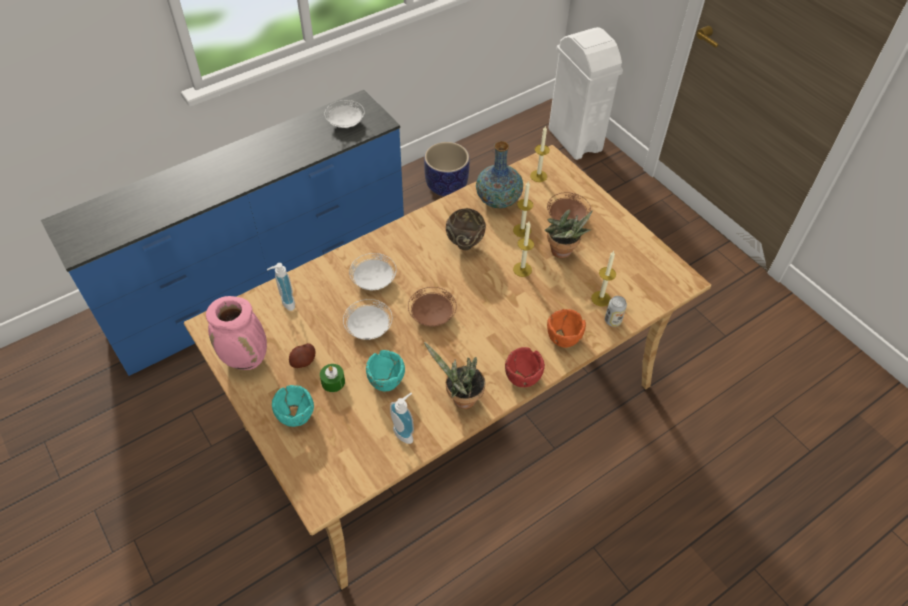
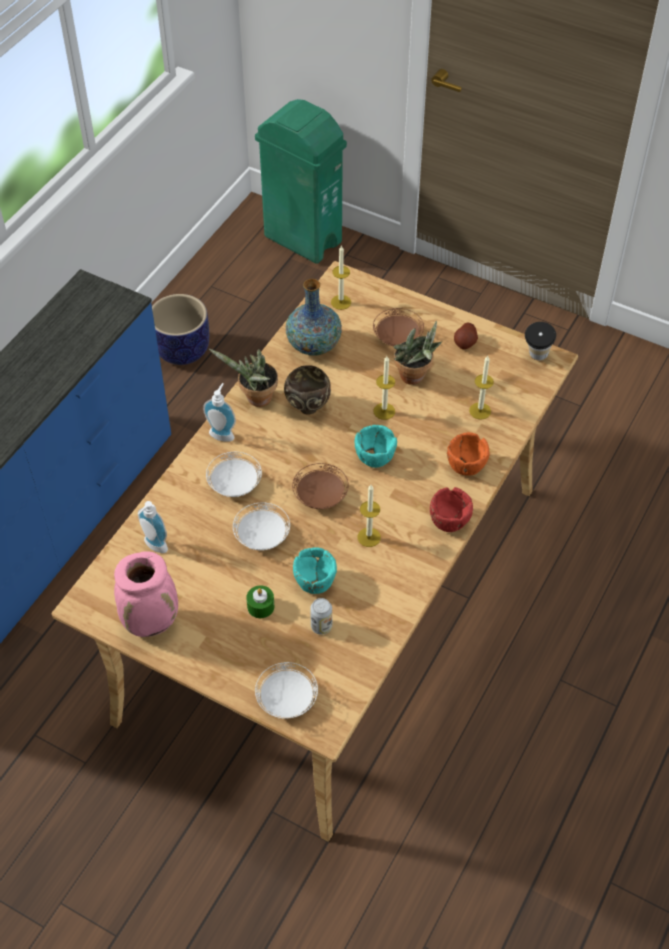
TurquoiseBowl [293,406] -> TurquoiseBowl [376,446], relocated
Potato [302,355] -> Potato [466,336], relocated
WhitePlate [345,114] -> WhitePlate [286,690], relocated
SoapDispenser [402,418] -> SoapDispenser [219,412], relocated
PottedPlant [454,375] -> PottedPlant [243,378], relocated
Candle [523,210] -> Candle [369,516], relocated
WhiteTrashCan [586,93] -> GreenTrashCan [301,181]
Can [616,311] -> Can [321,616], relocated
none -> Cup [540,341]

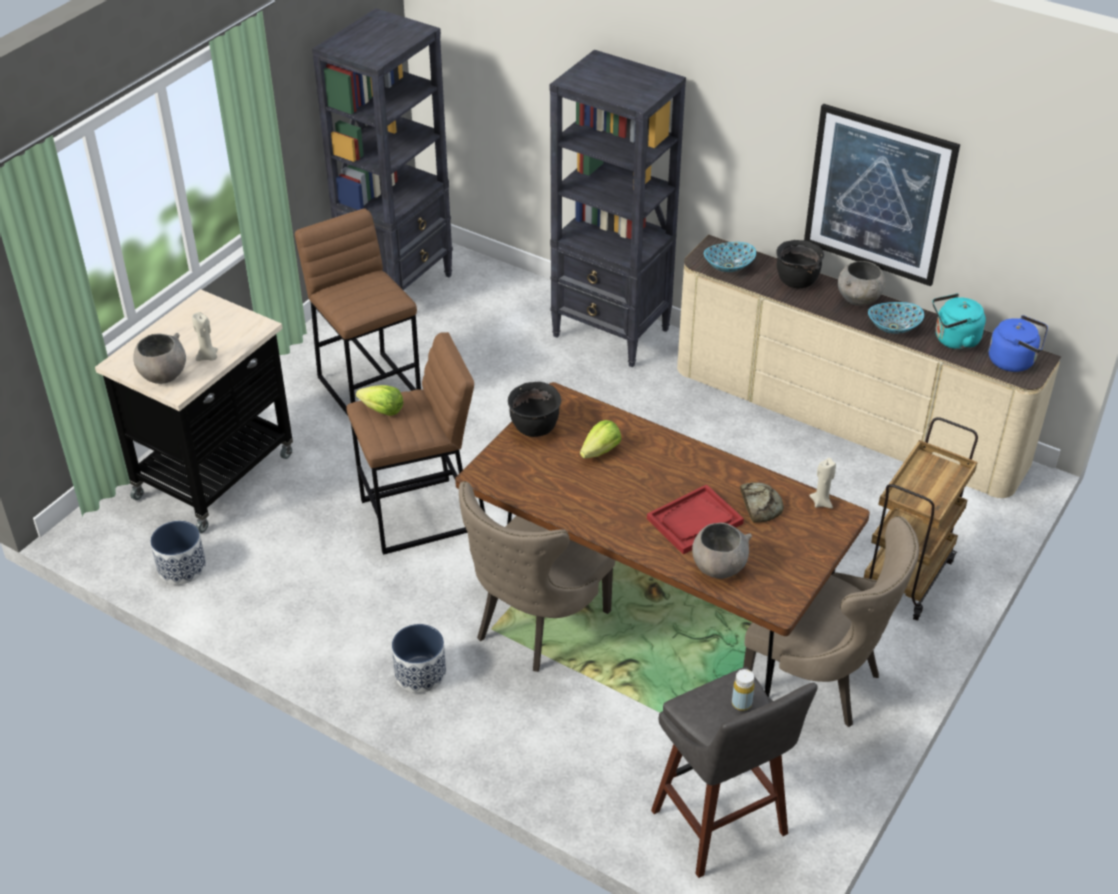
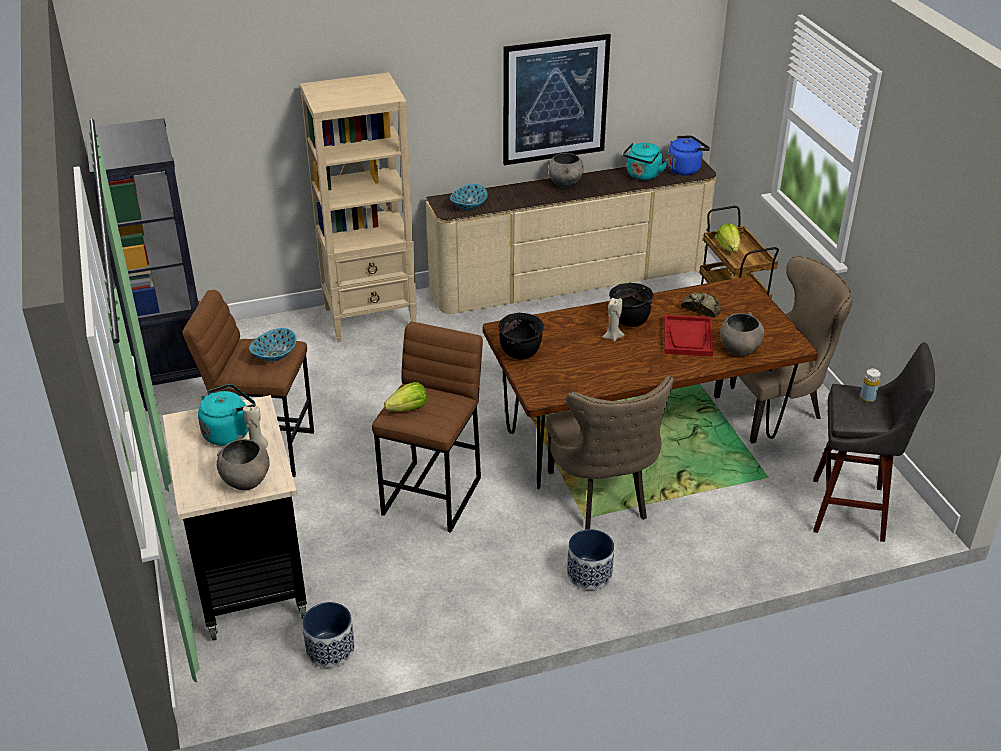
BlackBookcase [618,209] -> BeigeBookcase [358,207]
Lettuce [600,439] -> Lettuce [728,237], relocated
BlackCookingPot [800,264] -> BlackCookingPot [631,305], relocated
BeigeCandle [822,483] -> BeigeCandle [613,320], relocated
Bowl [896,318] -> Bowl [272,344], relocated
none -> TurquoiseKettle [227,415]

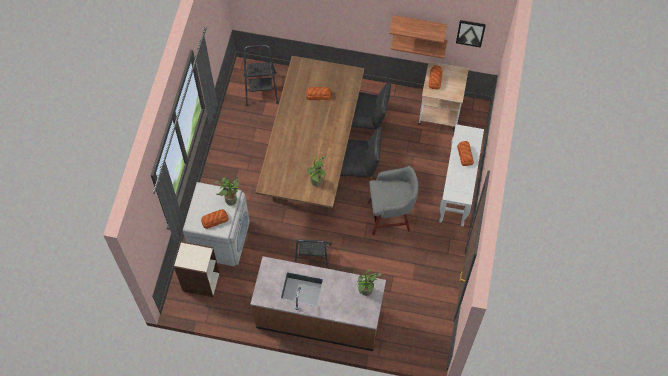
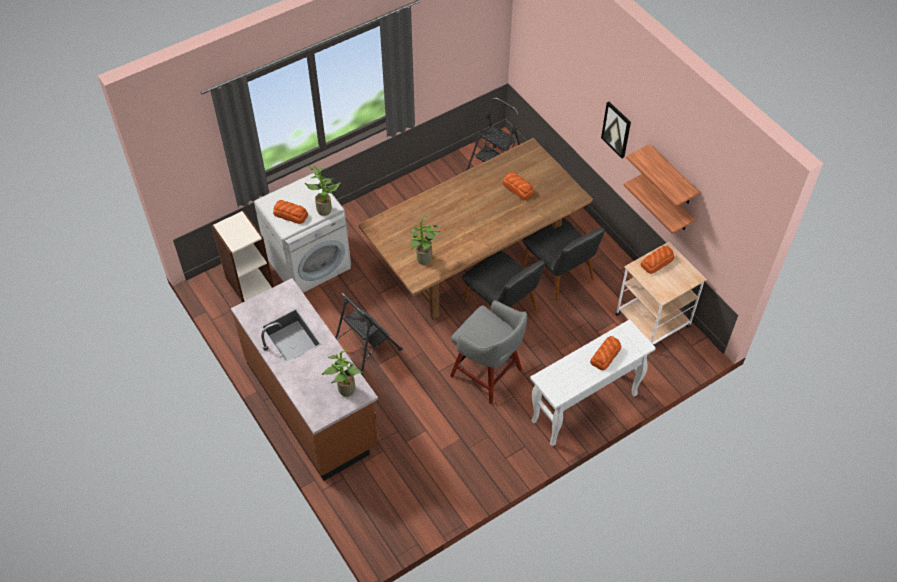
Picture [471,34] -> Picture [616,130], relocated

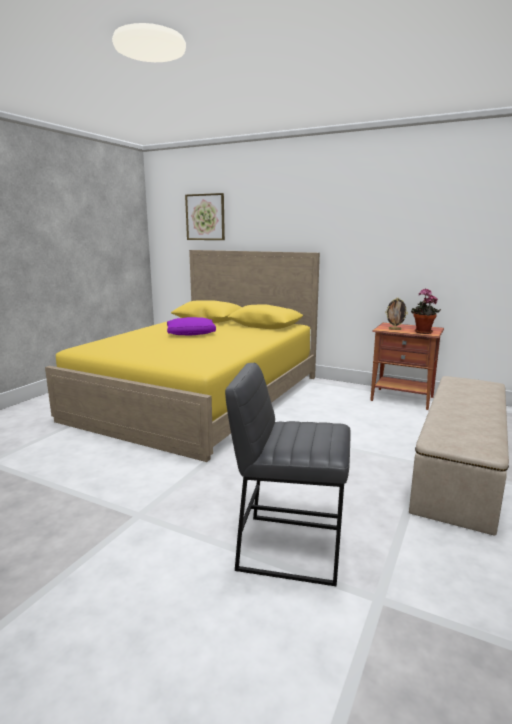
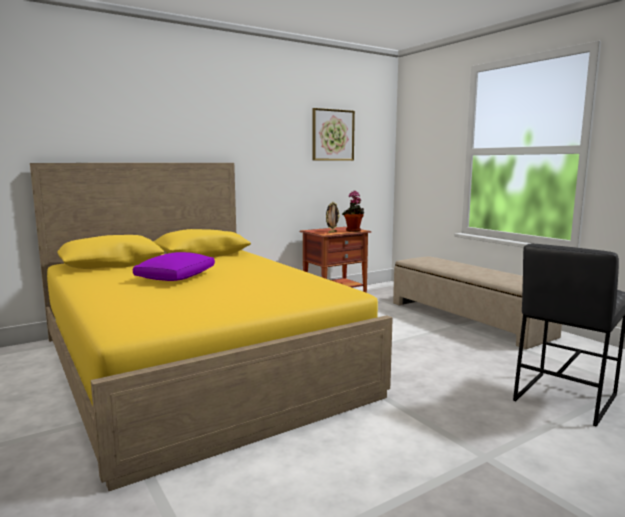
Picture [205,216] -> Picture [333,134], relocated

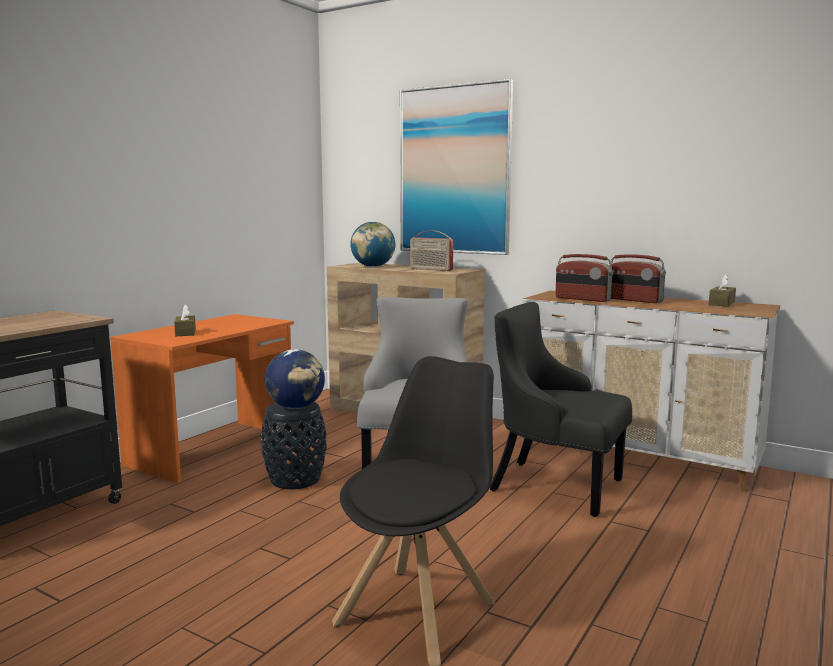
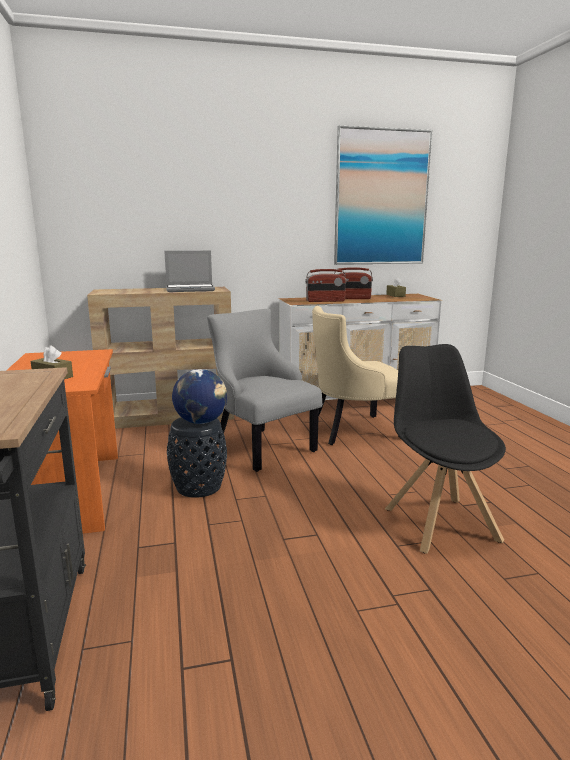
Globe [372,244] -> none
Picture [456,167] -> Picture [383,195], relocated
Radio [431,250] -> Laptop [189,271]
BlackChair [561,409] -> BeigeChair [356,375]

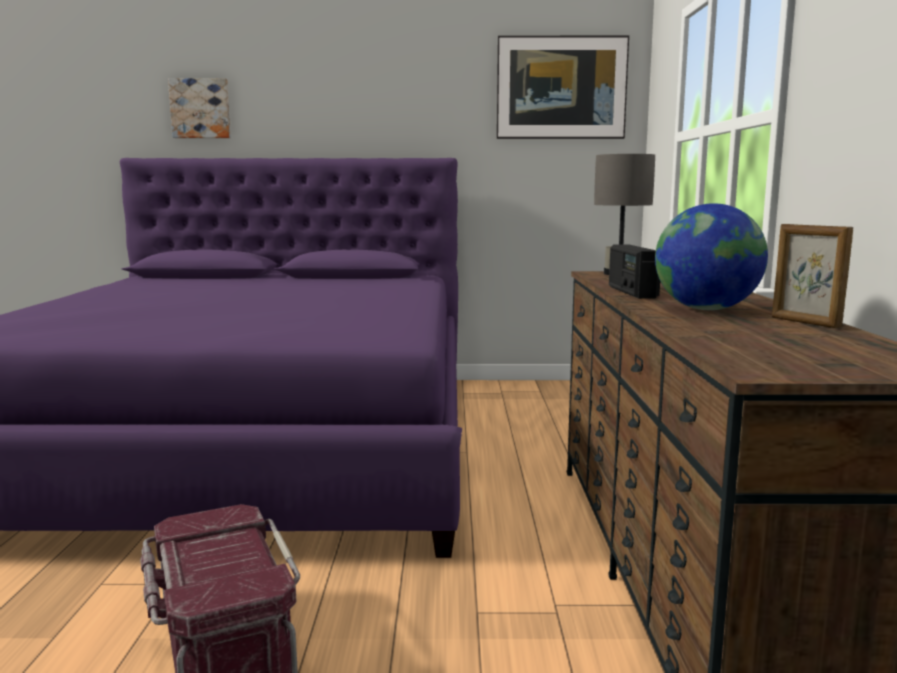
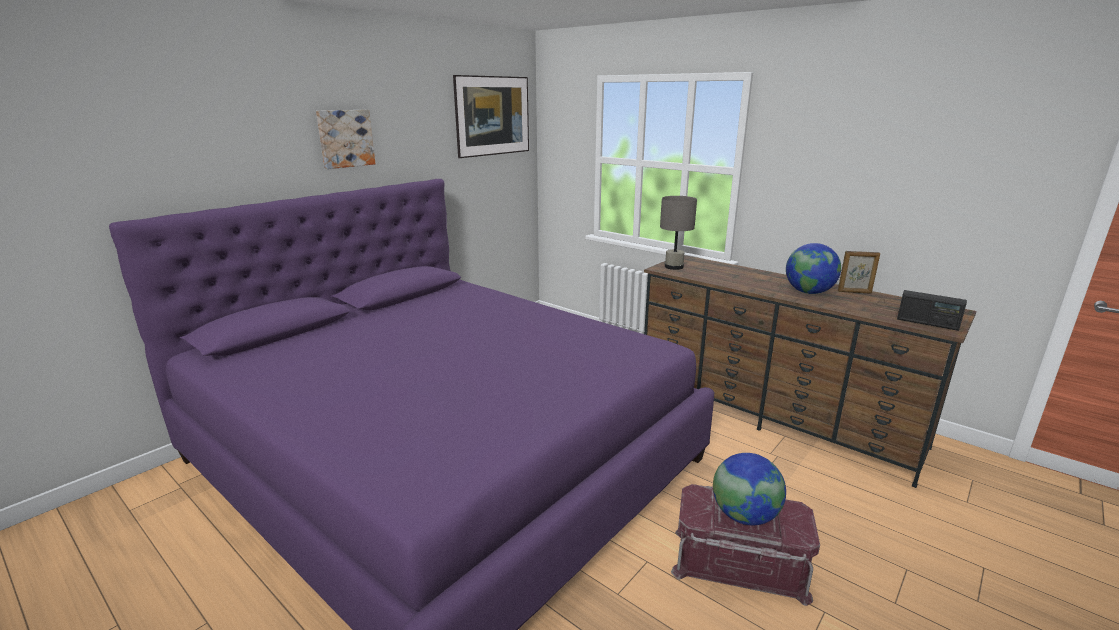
Picture [199,108] -> Picture [345,139], relocated
Radio [634,271] -> Radio [932,310], relocated
none -> Globe [749,489]

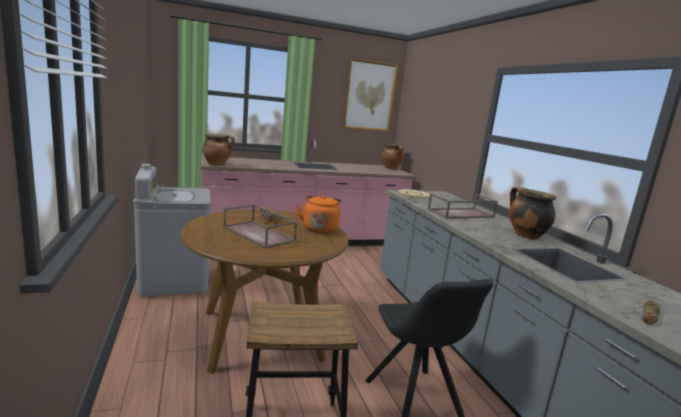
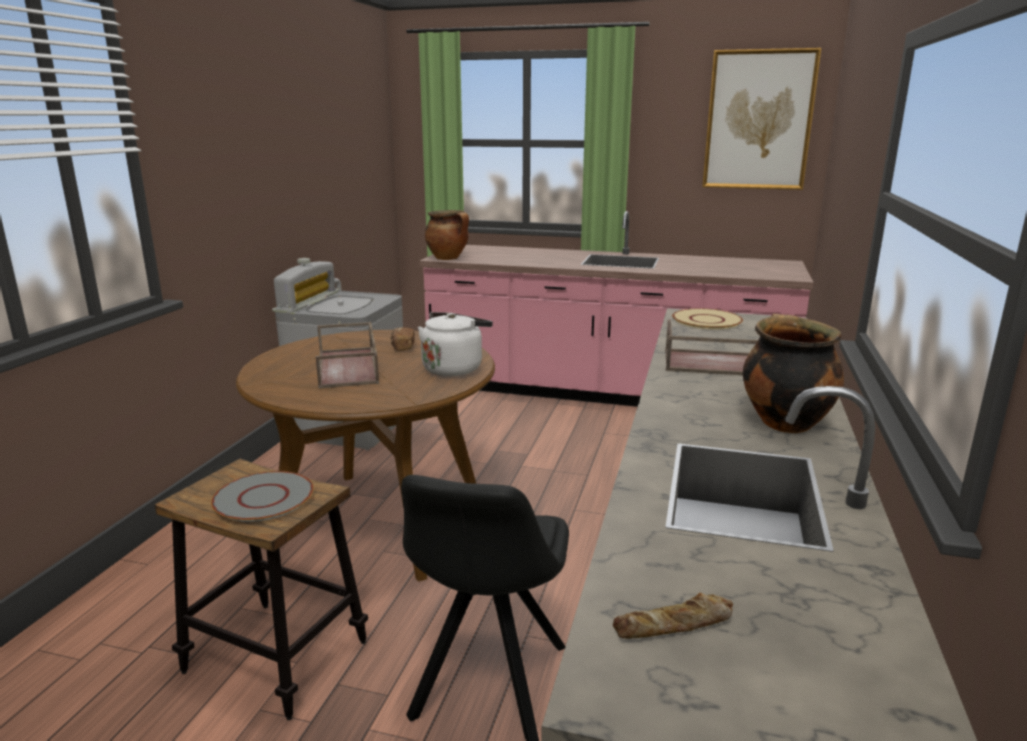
OrangeKettle [318,214] -> WhiteKettle [455,344]
CookingPot [393,156] -> none
none -> GreyPlate [262,496]

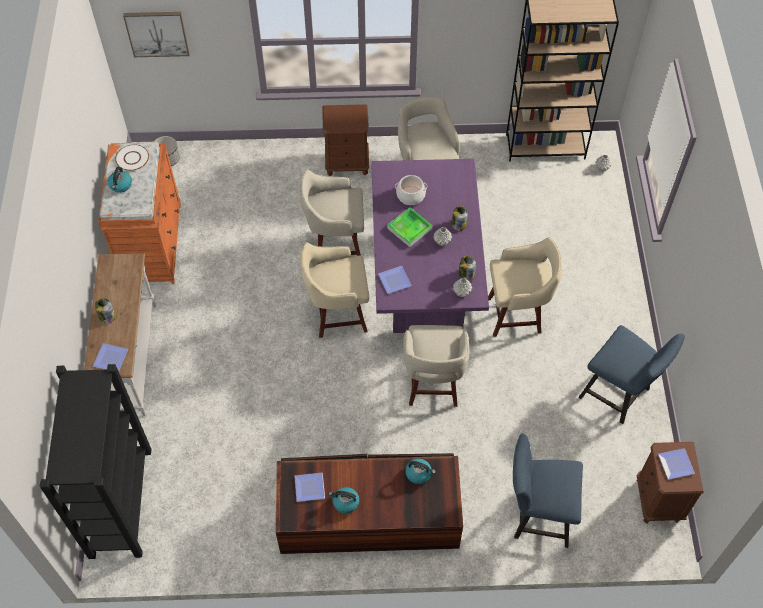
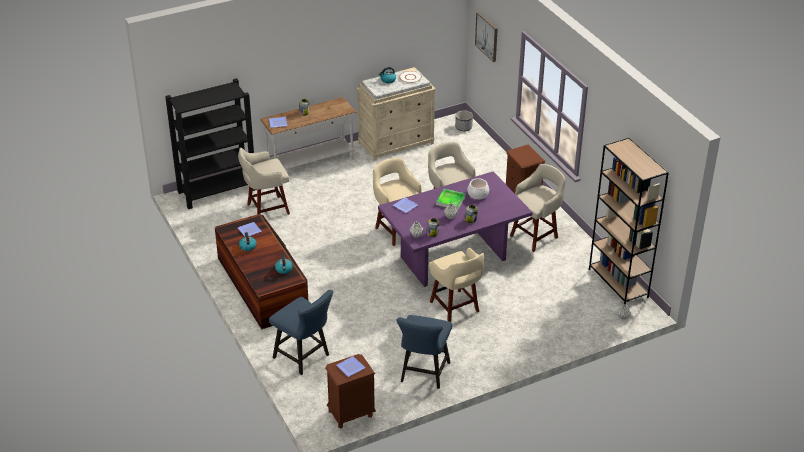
OrangeDresser [139,213] -> BeigeDresser [396,114]
BeigeStool [436,366] -> BeigeStool [264,181], relocated
BlueChair [548,490] -> BlueChair [301,332], 150 degrees clockwise

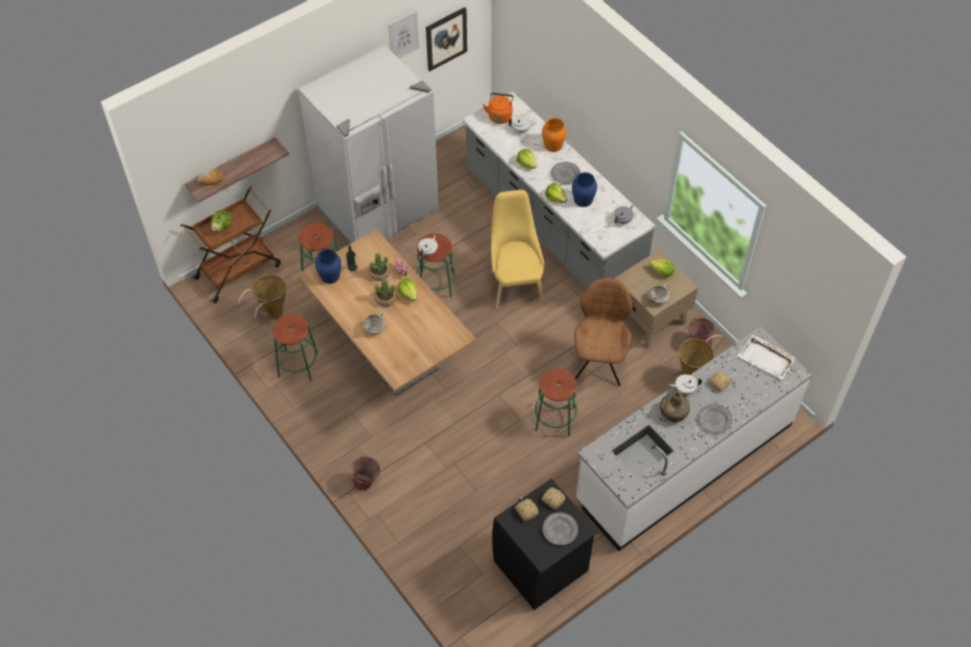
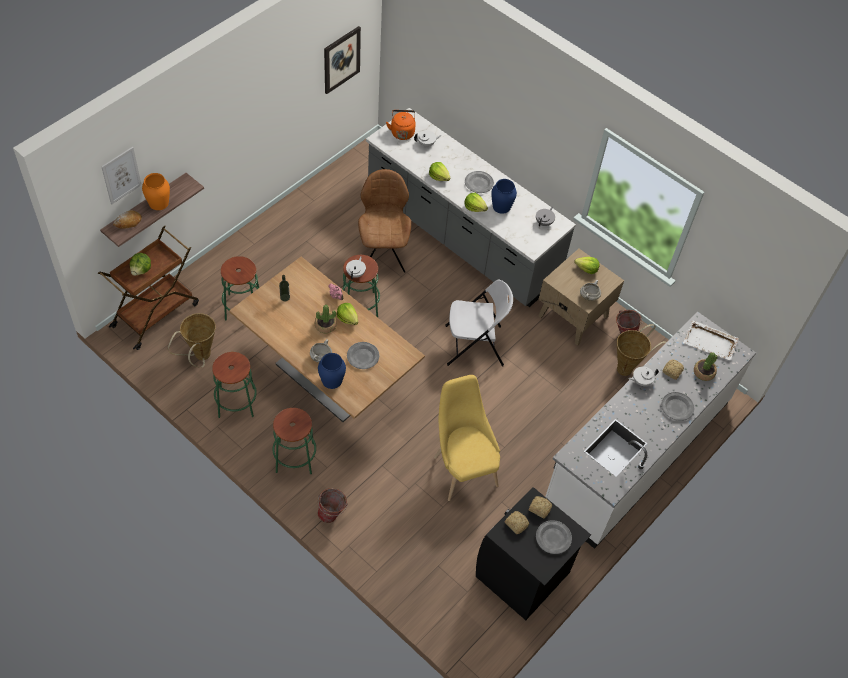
WhiteFridge [368,144] -> none
BlueVase [328,266] -> BlueVase [332,371], relocated
PottedPlant [379,267] -> PottedPlant [706,366], relocated
Picture [403,34] -> Picture [121,175], relocated
YellowChair [518,249] -> YellowChair [467,438], relocated
GreenStool [556,402] -> GreenStool [294,441], relocated
OrangeVase [554,135] -> OrangeVase [156,191], relocated
BrownChair [603,332] -> BrownChair [384,221], relocated
GreenBottle [675,407] -> none
none -> GreyPlate [363,355]
none -> WhiteChair [479,323]

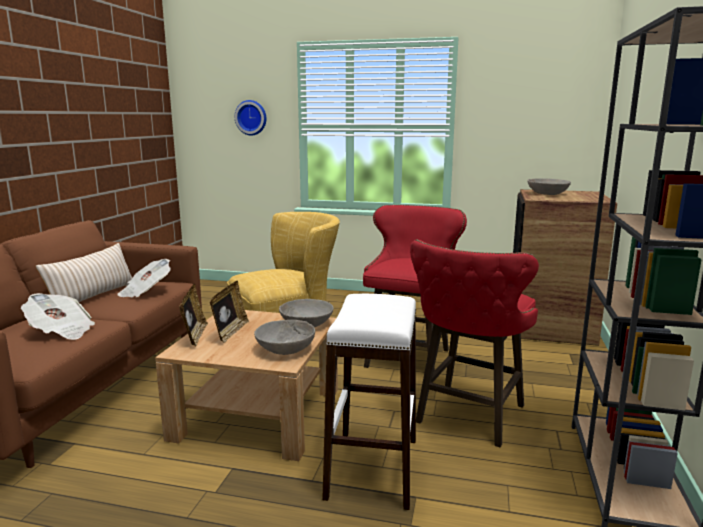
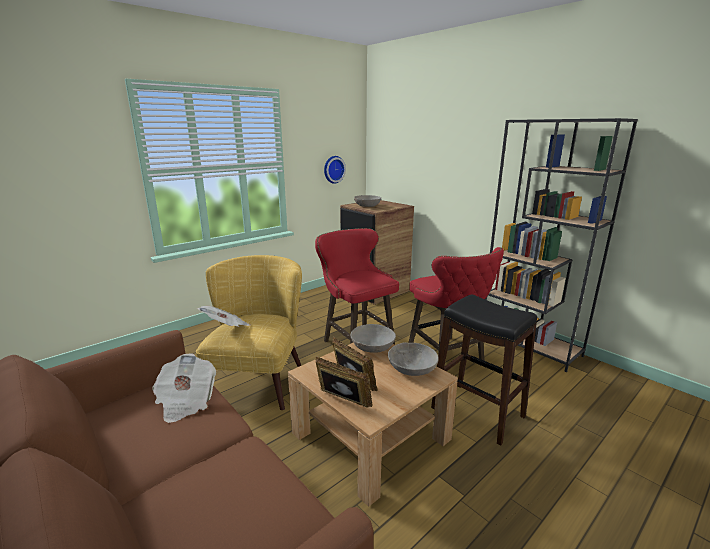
Newspaper [58,316] -> Newspaper [223,316], relocated
BeigePillow [84,272] -> none
WallClock [251,117] -> WallClock [335,170], relocated
WhiteStool [369,402] -> BlackStool [484,370]

